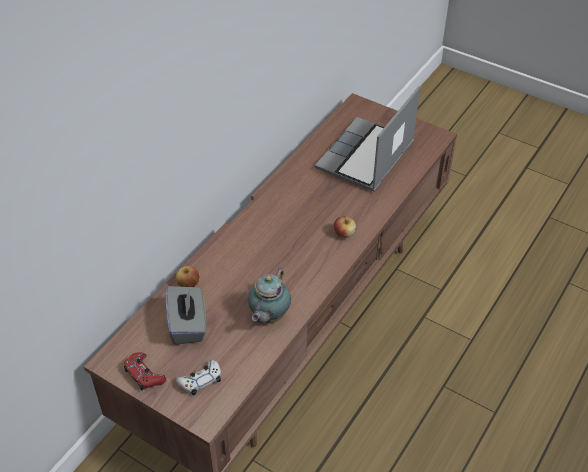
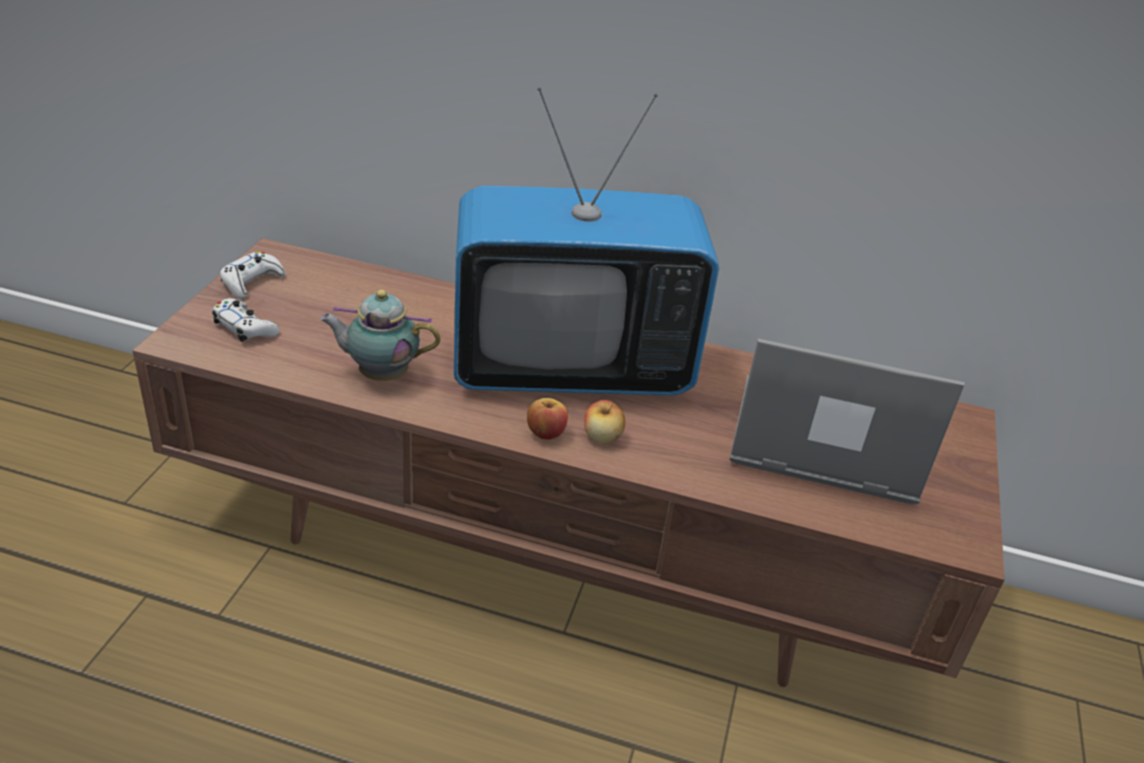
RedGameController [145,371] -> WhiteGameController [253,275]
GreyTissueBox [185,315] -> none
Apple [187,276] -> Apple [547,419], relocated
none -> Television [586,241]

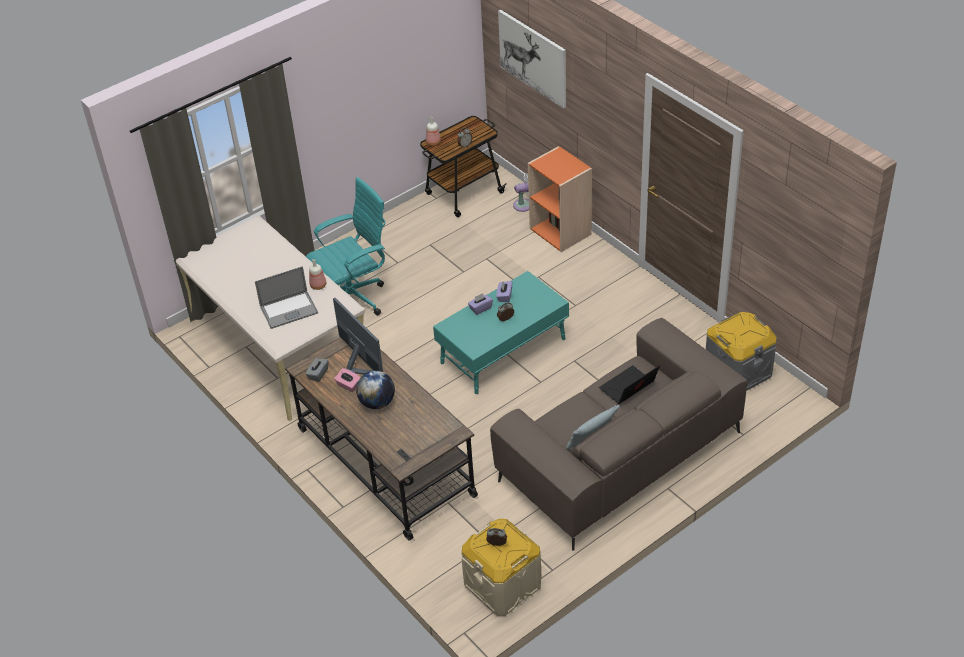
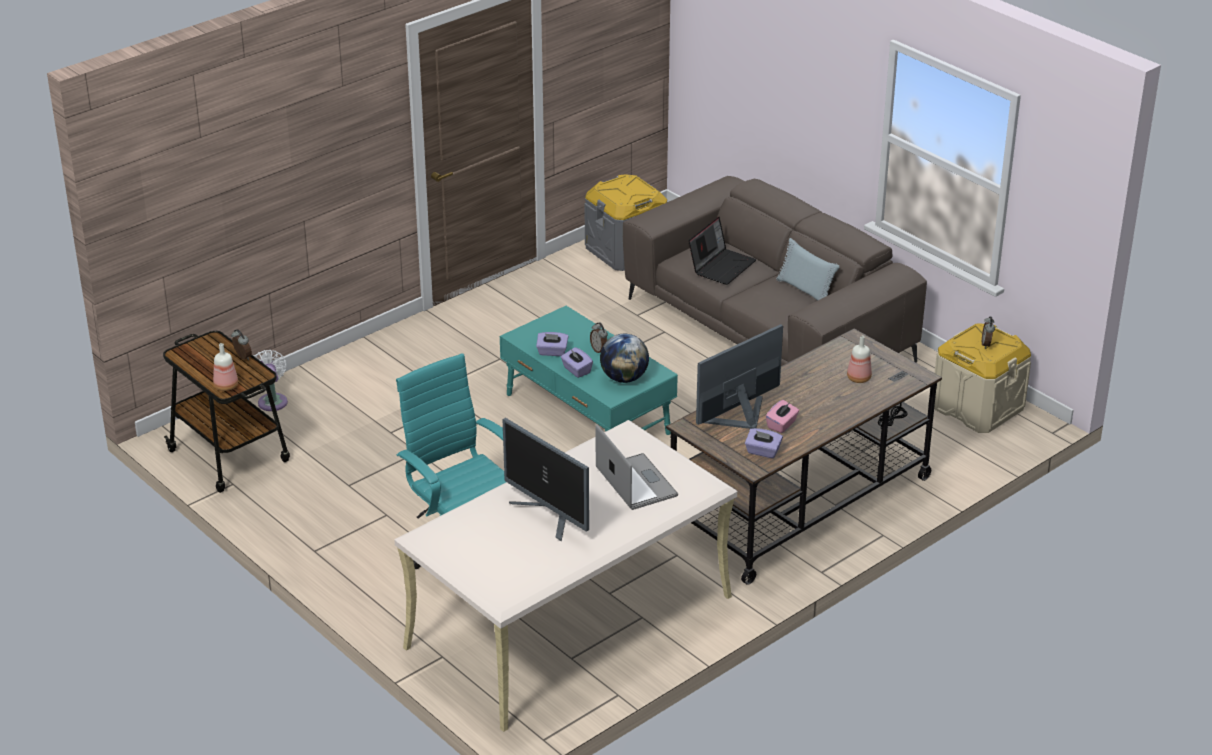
GreyTissueBox [317,370] -> PurpleTissueBox [764,443]
Bottle [318,274] -> Bottle [859,359], relocated
Globe [375,390] -> Globe [624,358], relocated
Picture [532,59] -> none
OrangeBookcase [560,199] -> none
Laptop [629,384] -> Laptop [722,251], 105 degrees counterclockwise
none -> Monitor [545,480]

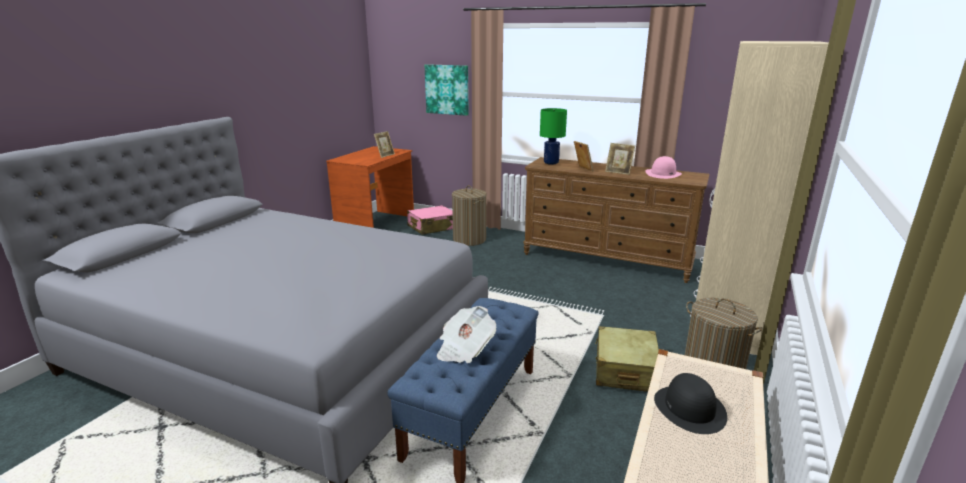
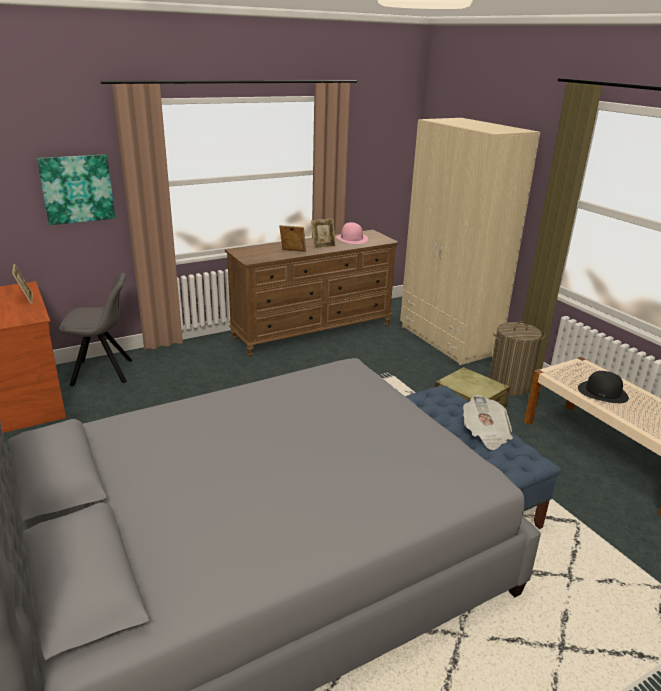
PinkSuitcase [430,220] -> GreyChair [95,330]
LaundryBasket [469,215] -> none
GreenTableLamp [553,136] -> none

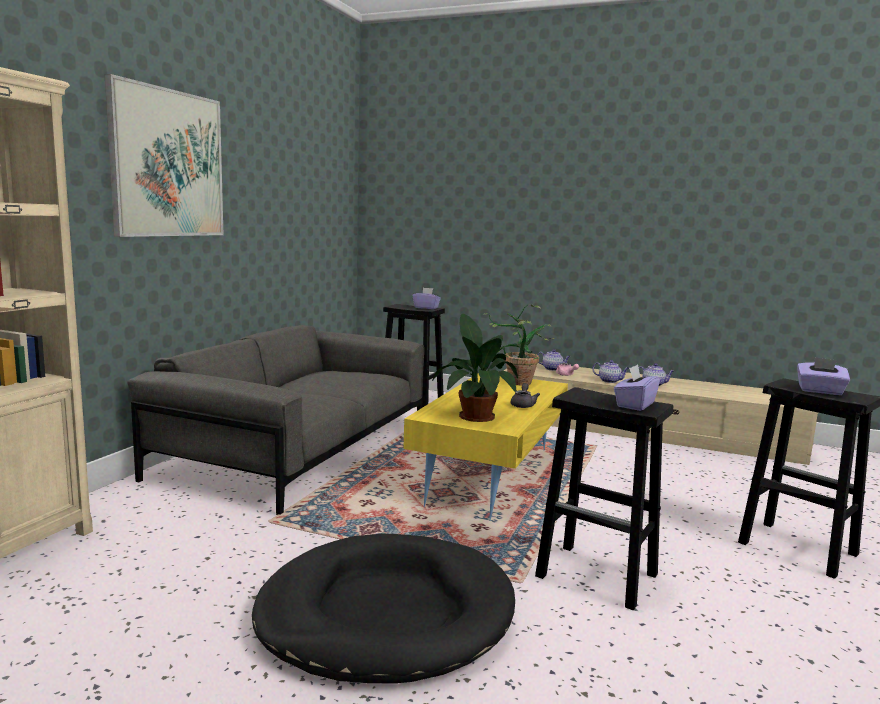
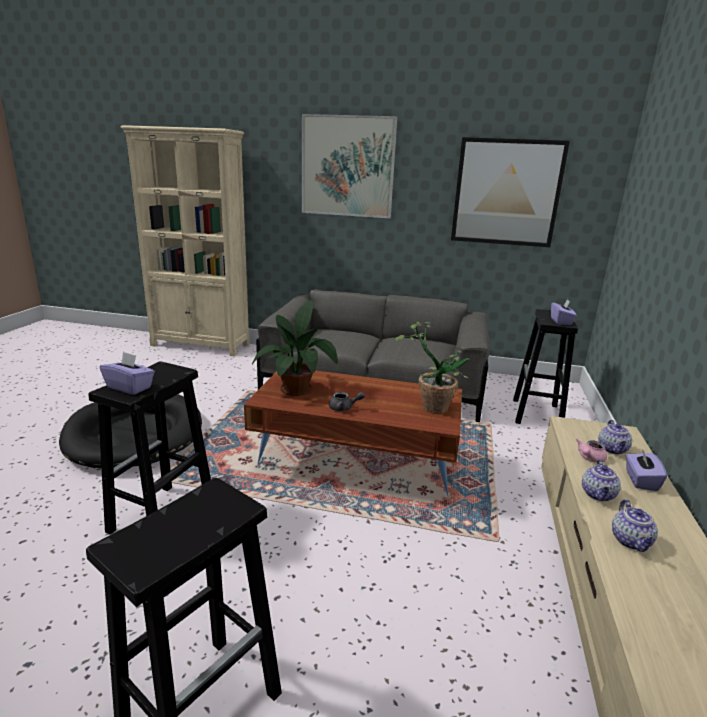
YellowCoffeeTable [485,447] -> BrownCoffeeTable [353,433]
PurpleTissueBox [823,376] -> PurpleTissueBox [646,470], relocated
none -> Picture [510,192]

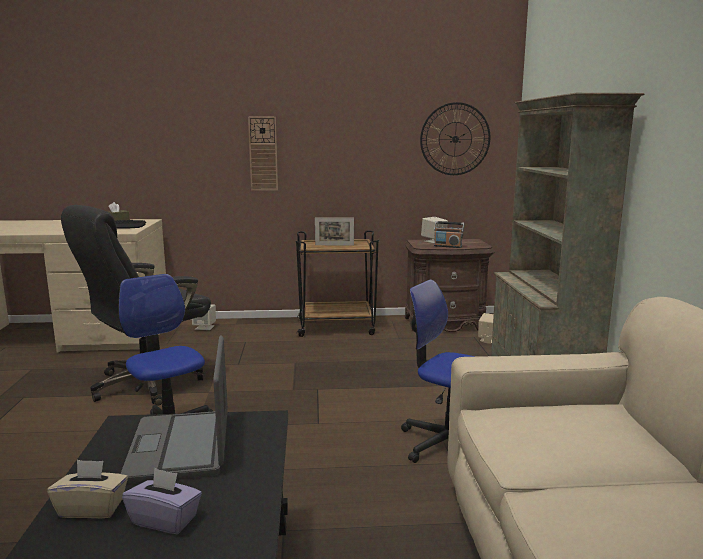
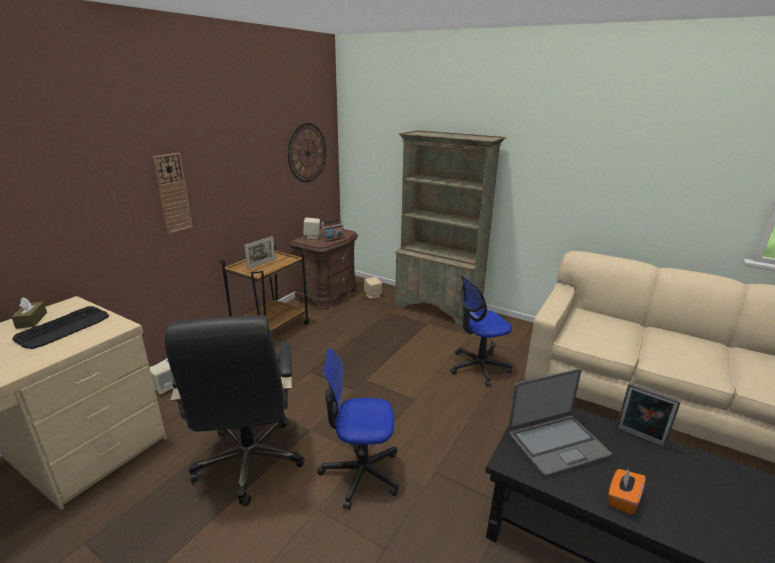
BeigeTissueBox [87,489] -> OrangeTissueBox [626,492]
Laptop [174,409] -> Laptop [560,423], 45 degrees counterclockwise
PurpleTissueBox [162,501] -> none
none -> PictureFrame [648,415]

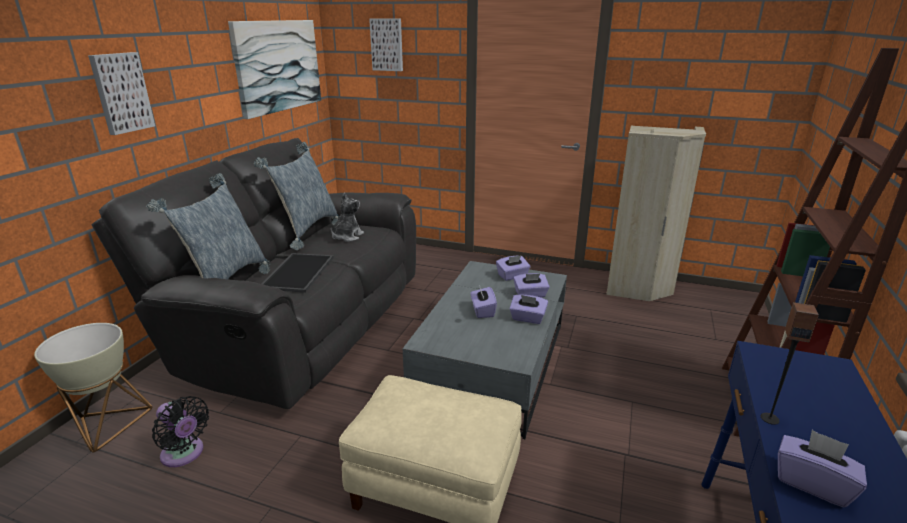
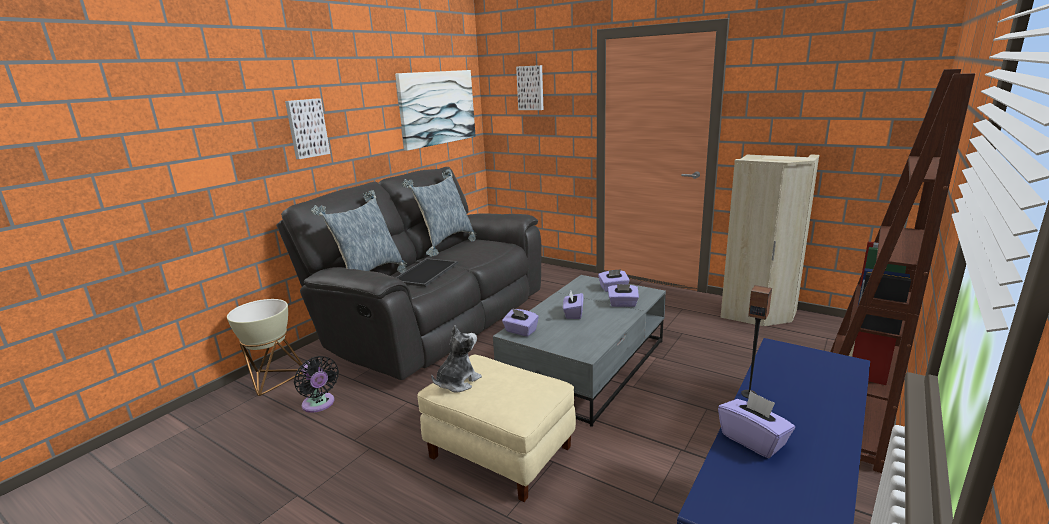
PlushToy [347,217] -> PlushToy [456,358], relocated
PurpleTissueBox [529,309] -> PurpleTissueBox [520,322], relocated

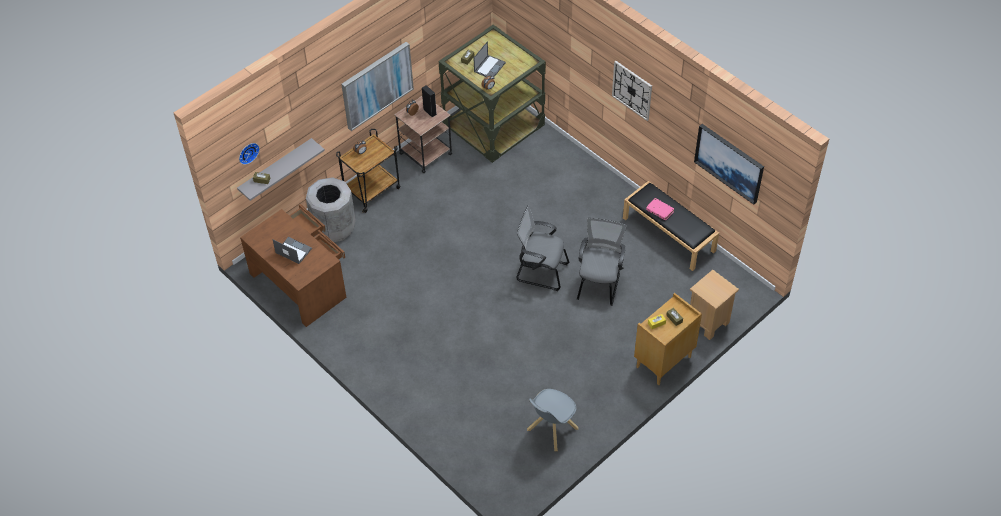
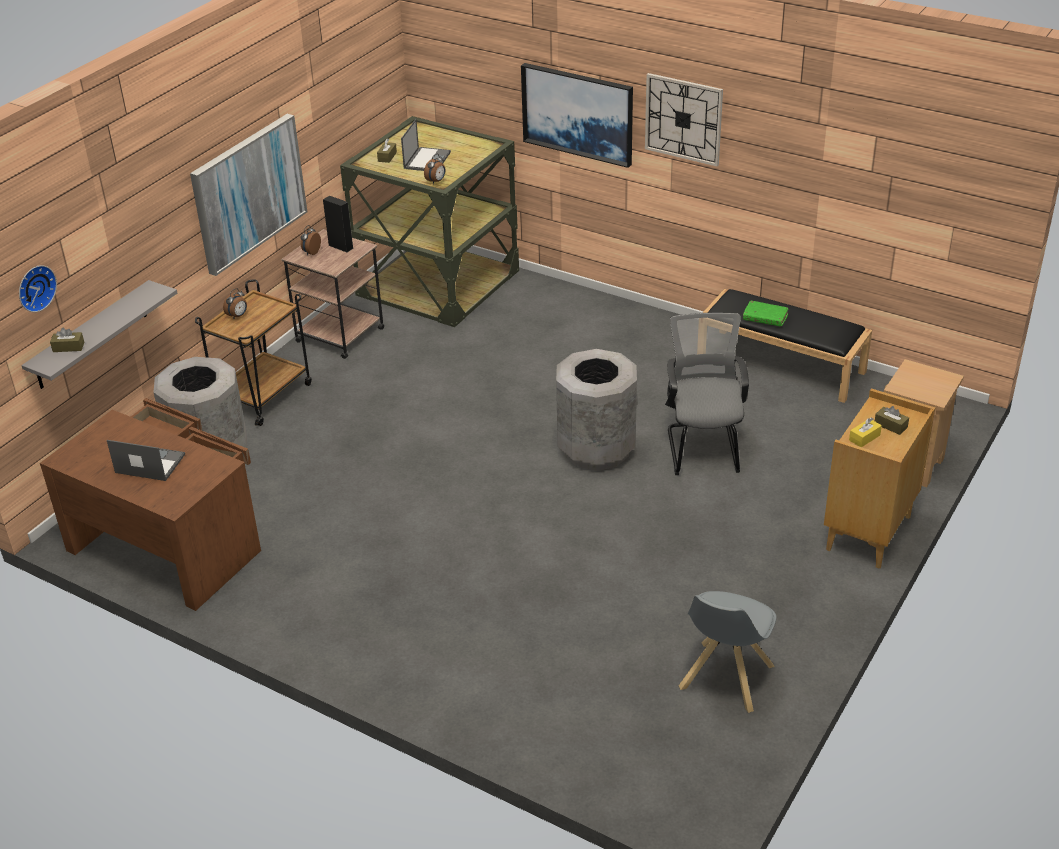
Chair [542,248] -> GreyTrashCan [596,410]
PinkBook [660,209] -> GreenBook [766,314]
Picture [729,164] -> Picture [577,115], relocated

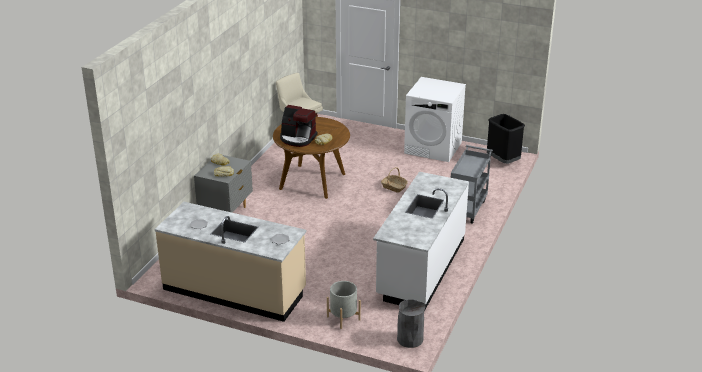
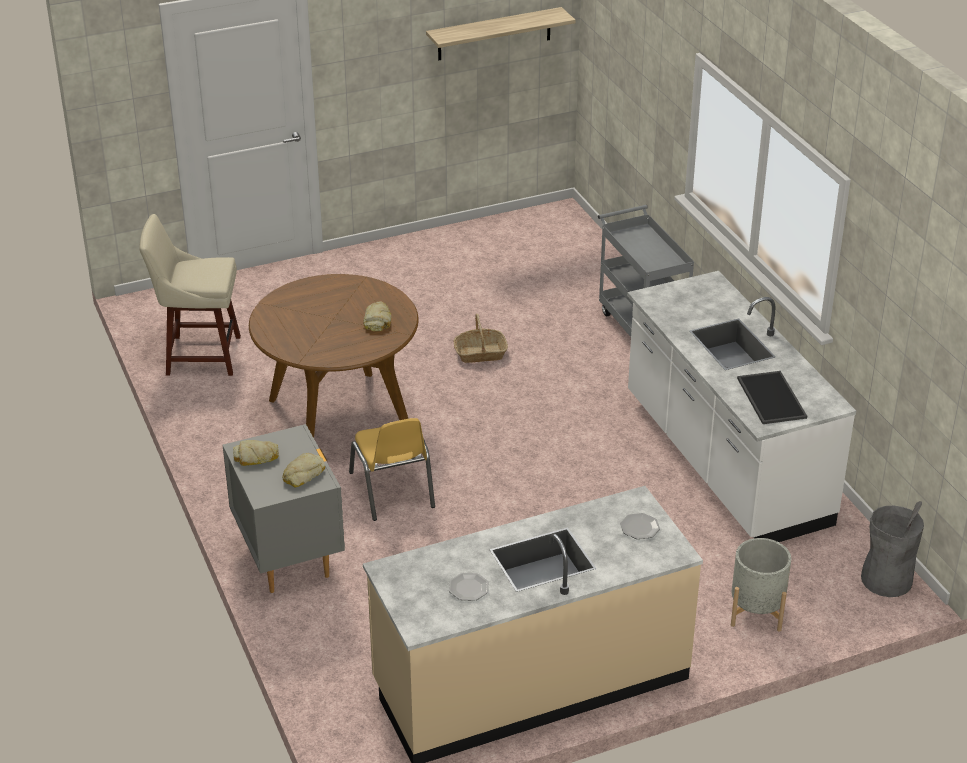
CoffeeMachine [298,126] -> none
WhiteWashingMachine [435,119] -> none
BlackTrashCan [506,139] -> none
none -> YellowChair [392,469]
none -> Shelf [501,33]
none -> Tray [772,397]

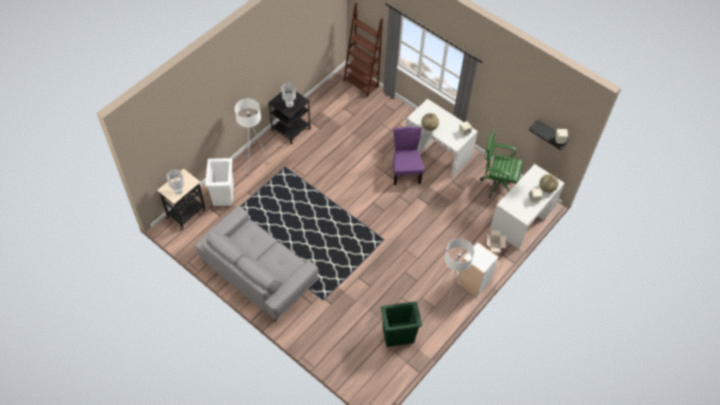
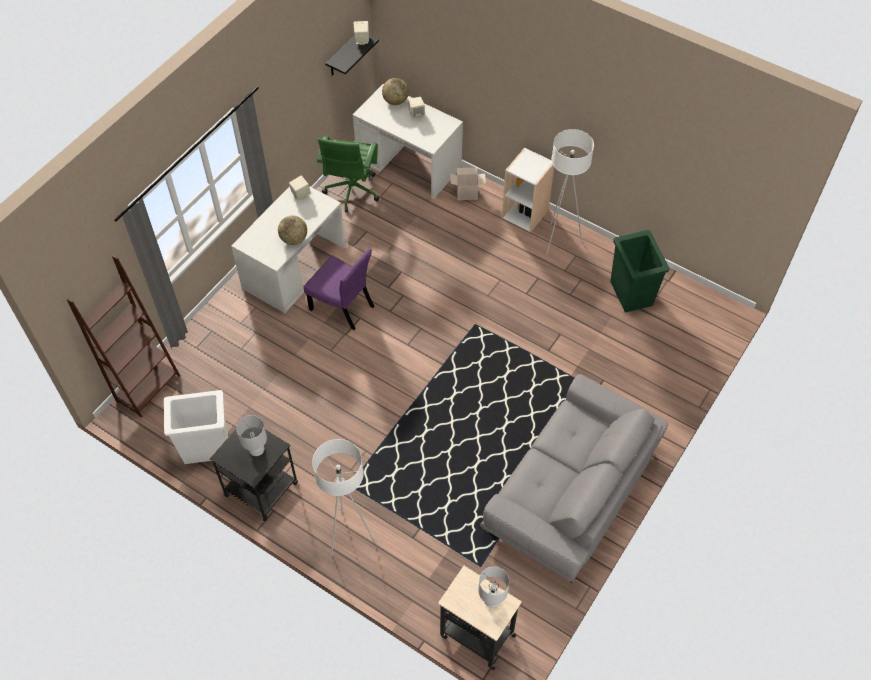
WhiteTrashCan [219,182] -> WhiteTrashCan [196,427], relocated
PurpleChair [408,155] -> PurpleChair [339,289], 135 degrees counterclockwise

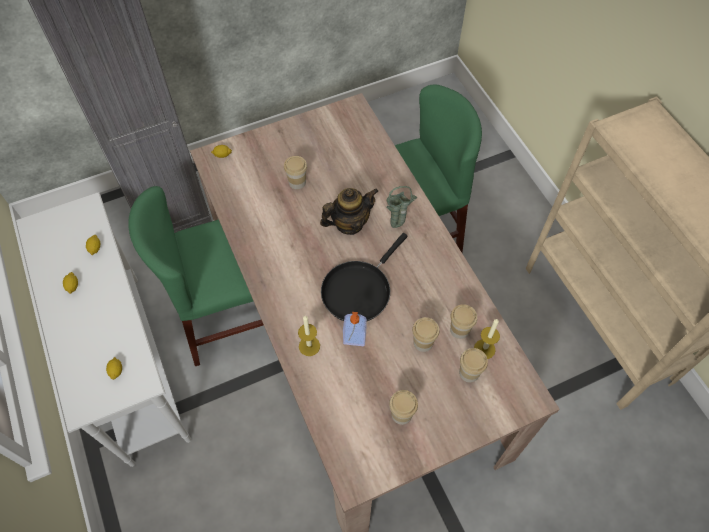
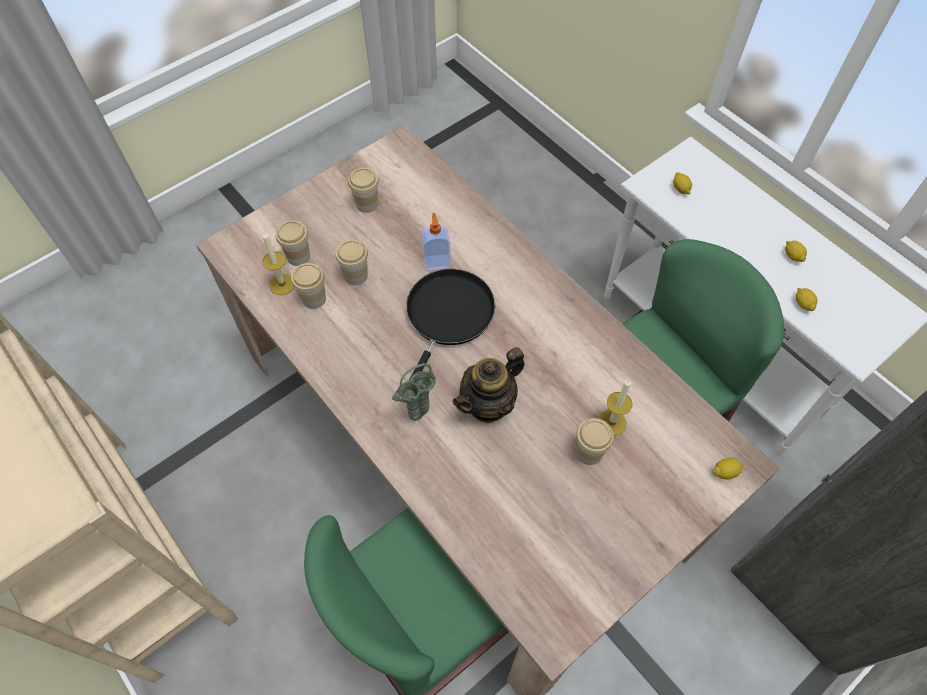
Candle [309,336] -> Candle [615,407], relocated

